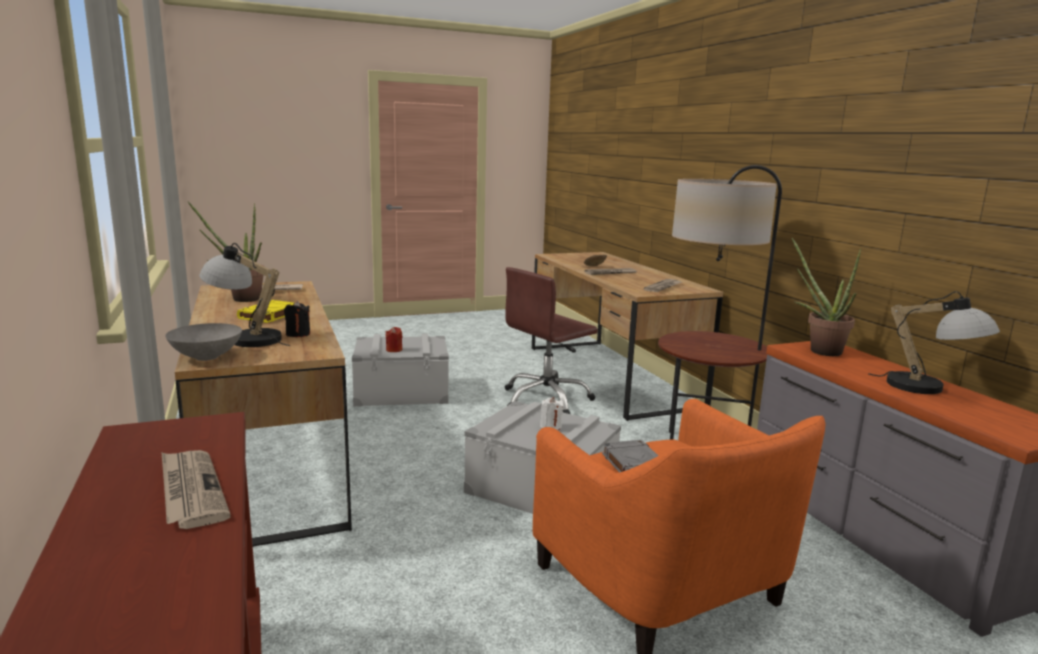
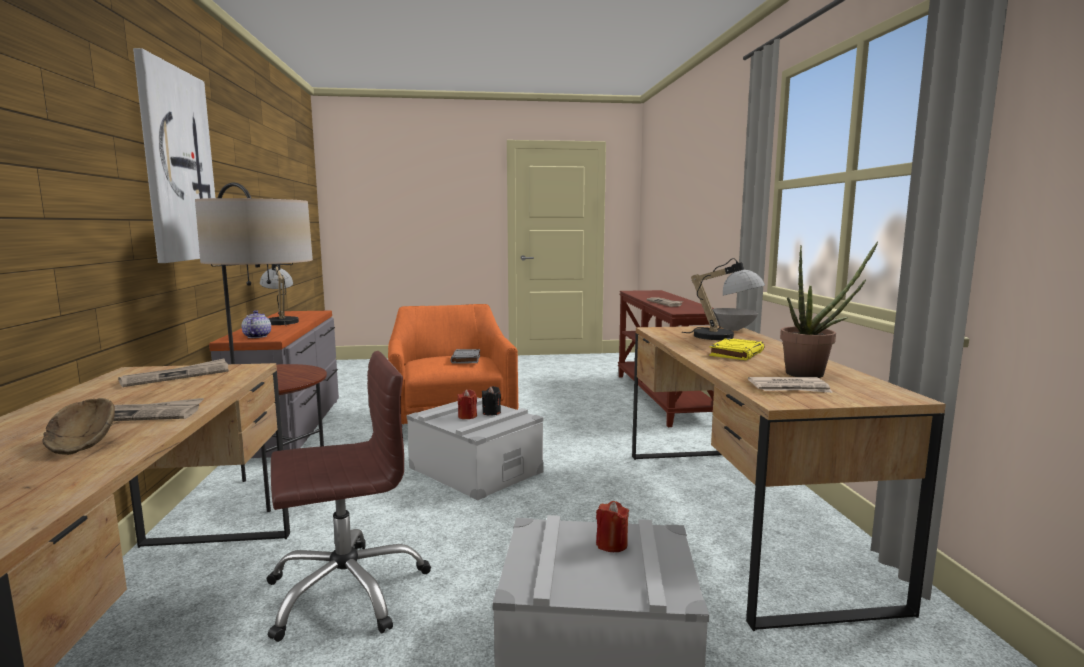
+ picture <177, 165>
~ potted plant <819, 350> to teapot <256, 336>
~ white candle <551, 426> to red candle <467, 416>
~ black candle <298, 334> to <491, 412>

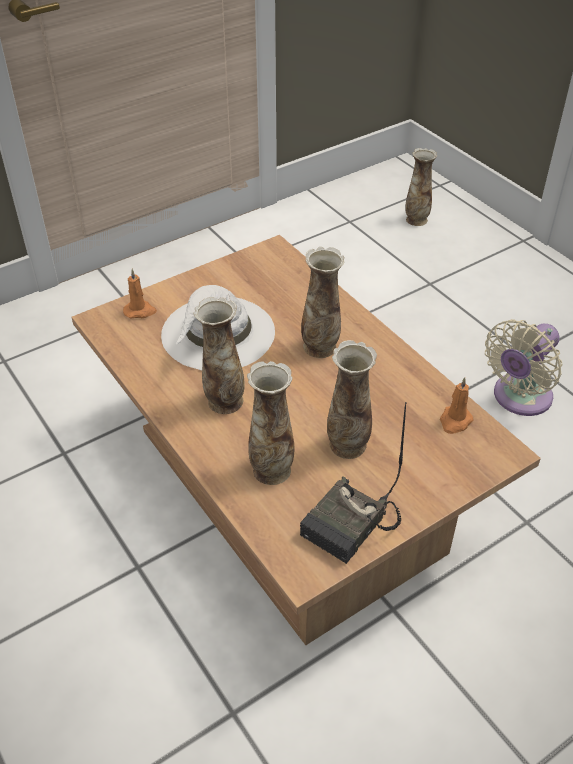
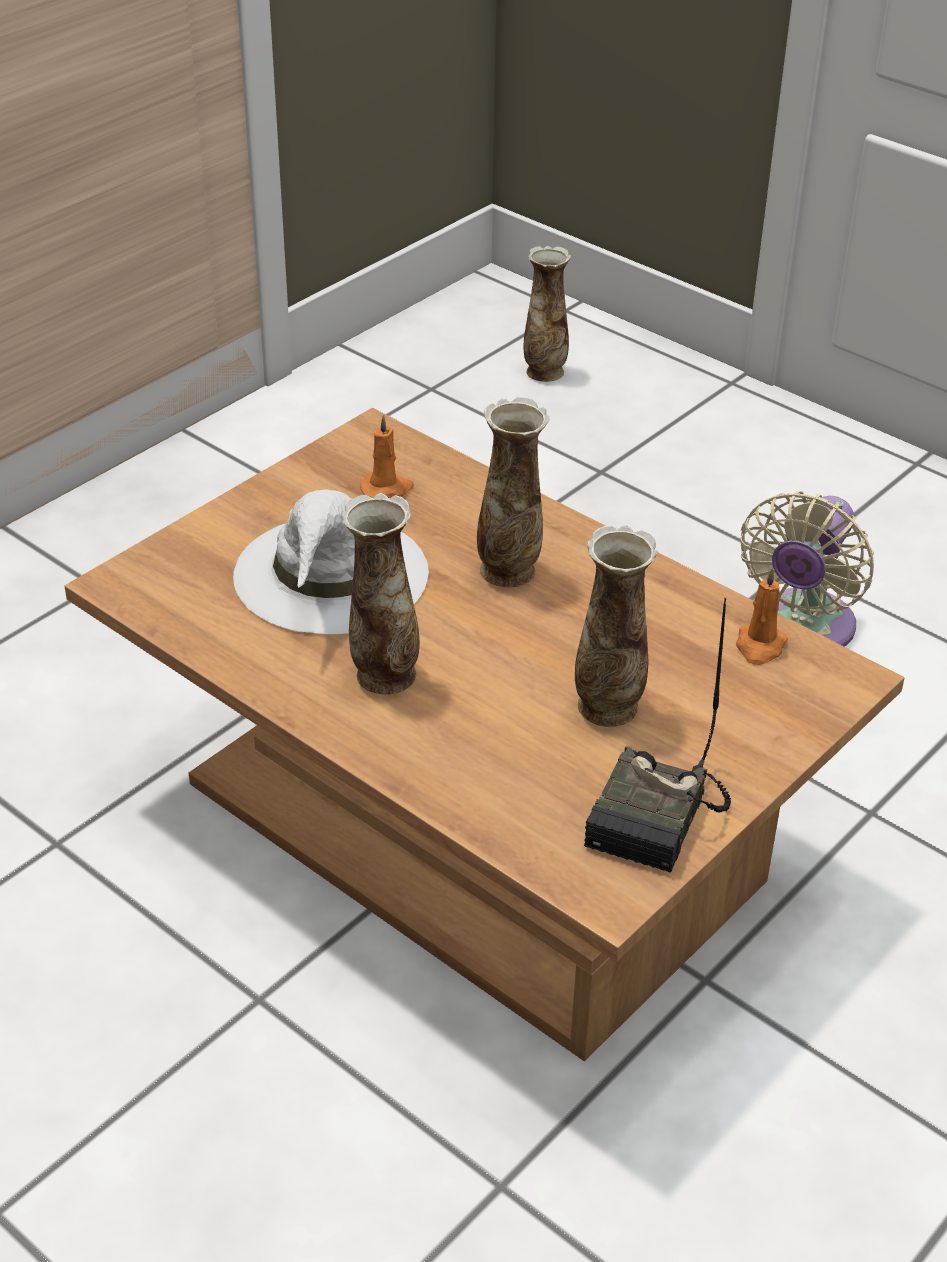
~ orange candle <140, 311> to <387, 489>
- vase <271, 469>

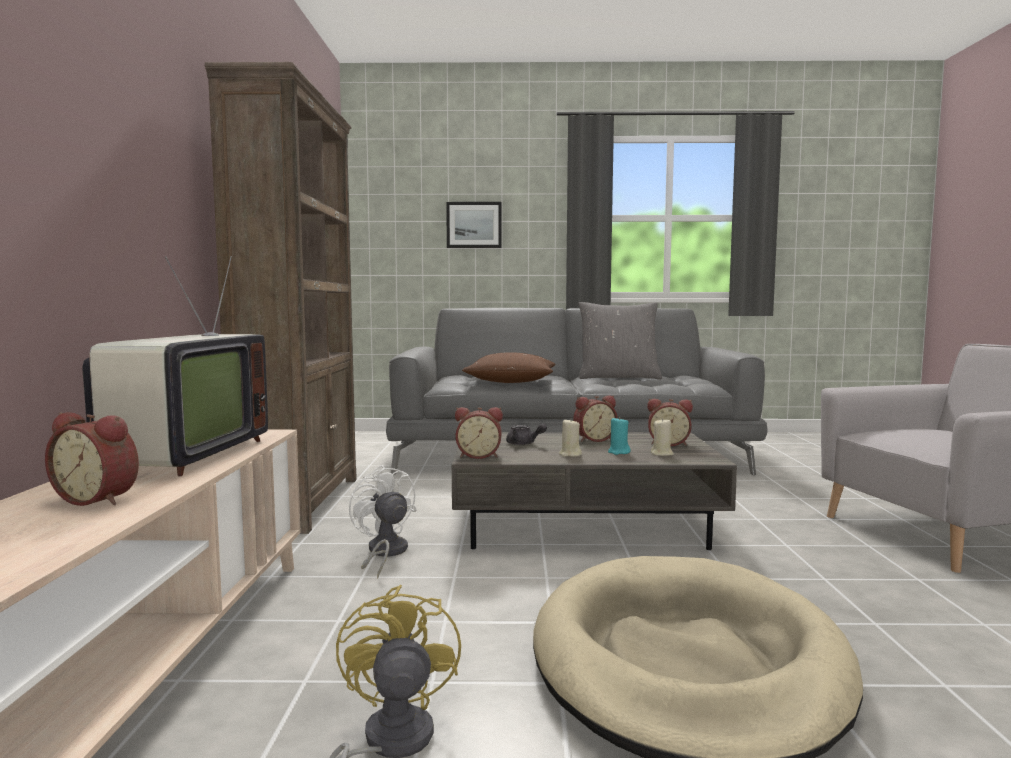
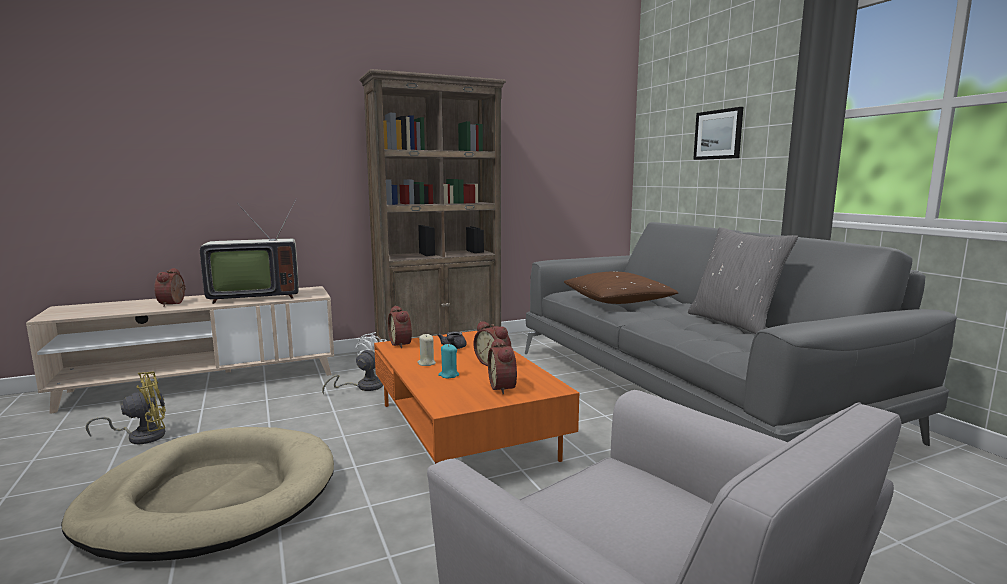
~ grey coffee table <585, 524> to orange coffee table <466, 431>
- beige candle <662, 454>

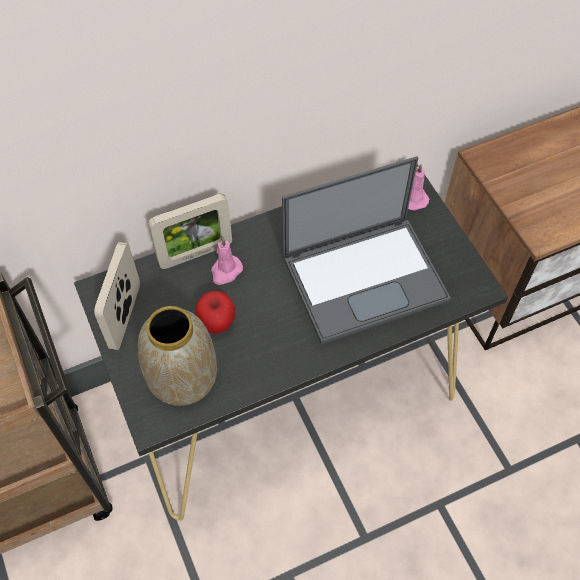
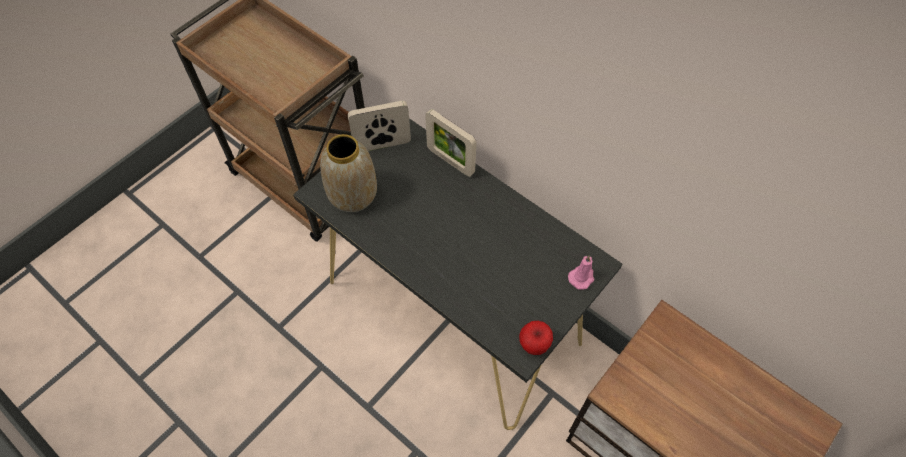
~ apple <217, 324> to <533, 345>
- pink candle <226, 271>
- laptop <366, 277>

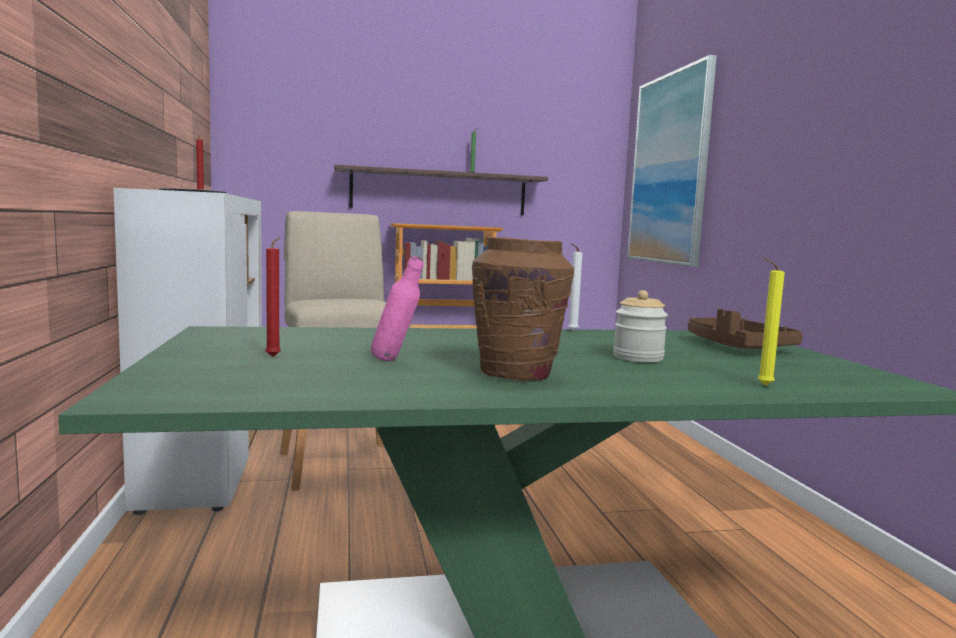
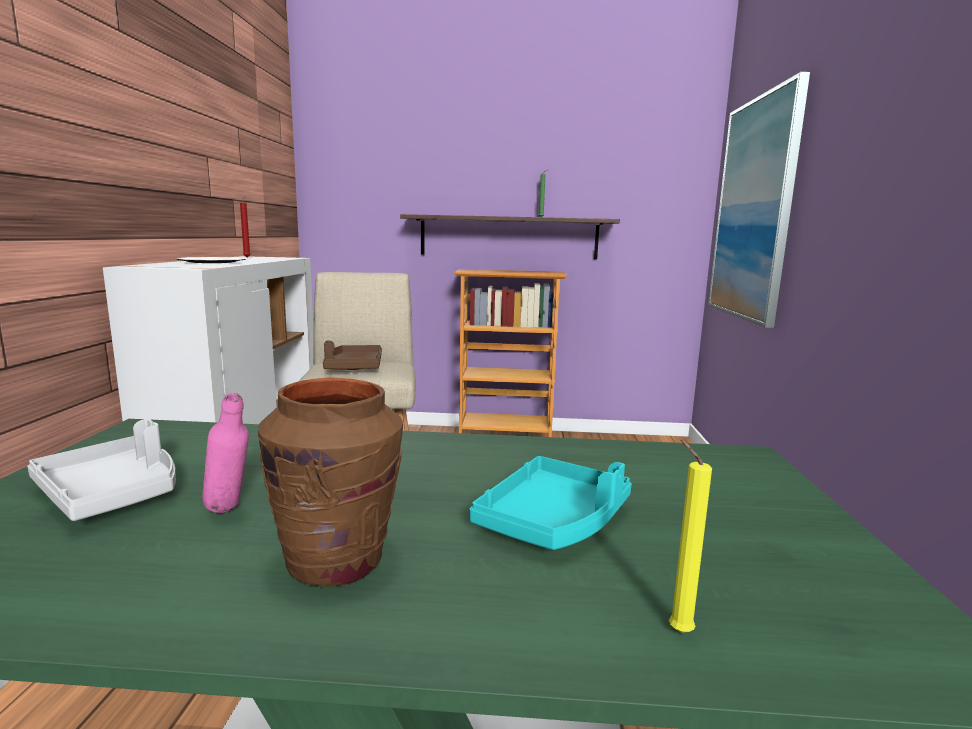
~ red candle <274, 356> to grey tray <113, 493>
~ brown tray <736, 346> to <354, 367>
~ jar <638, 358> to turquoise tray <554, 521>
- white candle <571, 331>

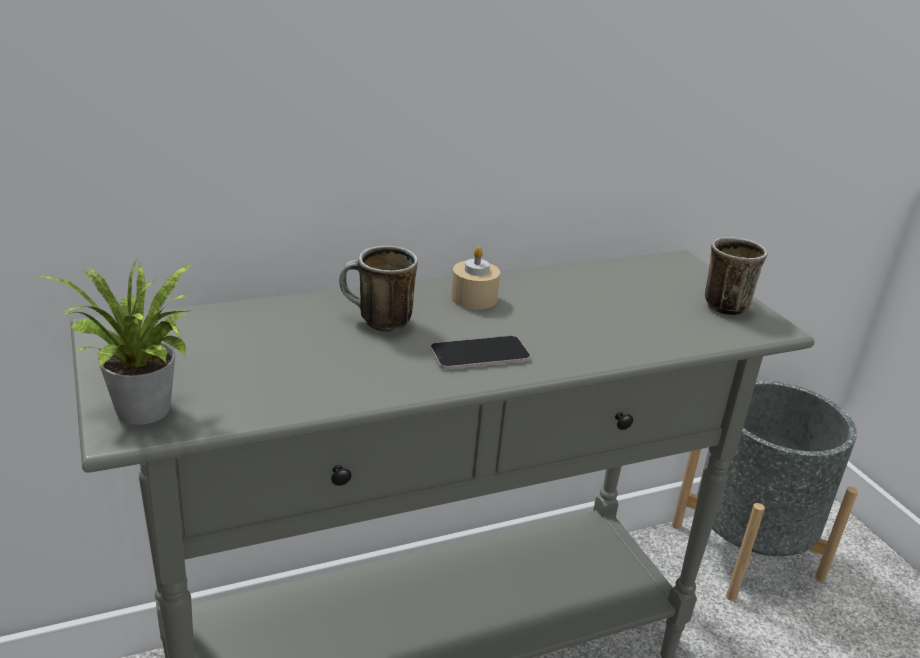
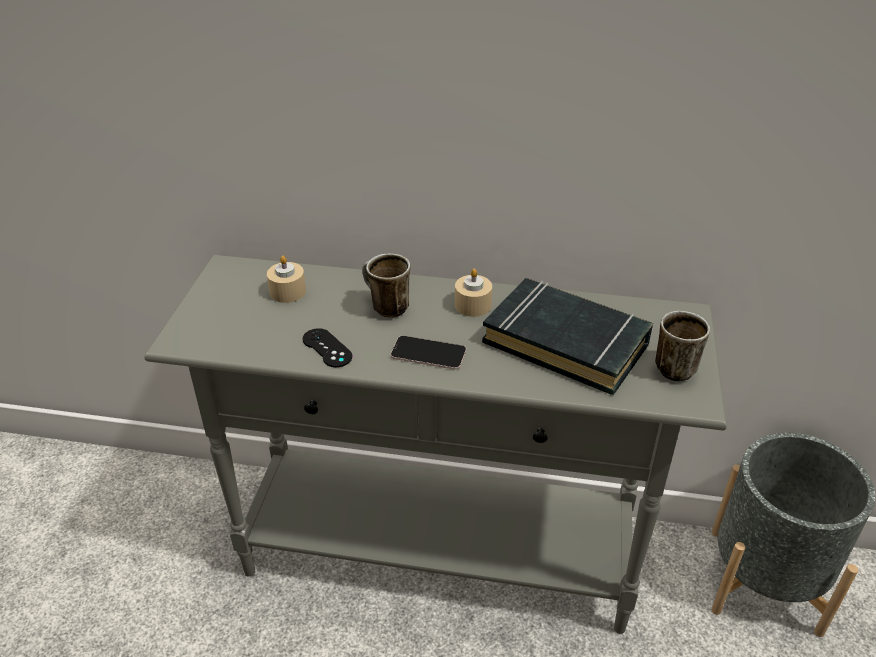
+ beige candle <287, 291>
+ black game controller <327, 348>
+ black book <566, 342>
- potted plant <142, 414>

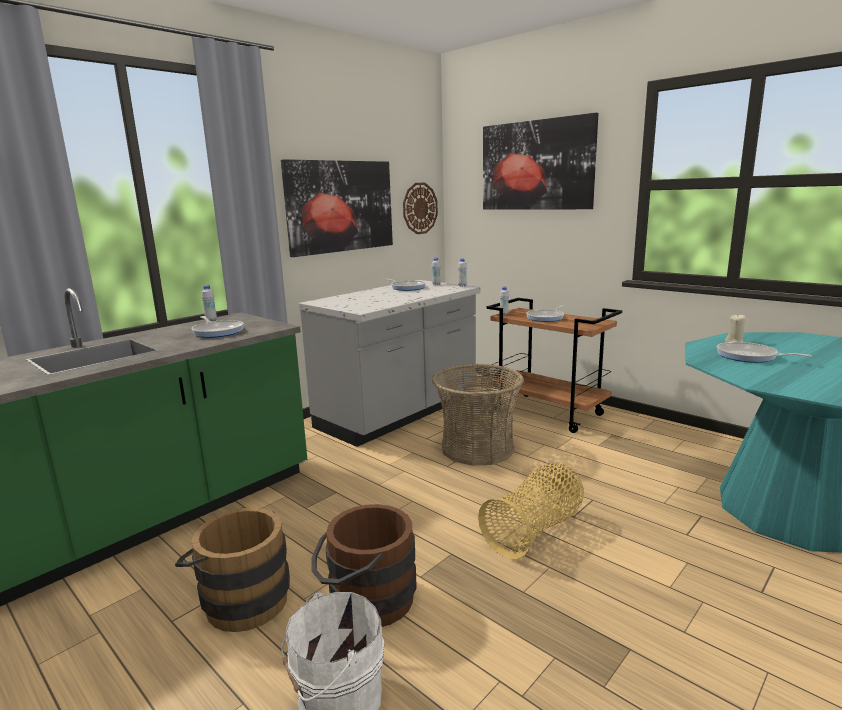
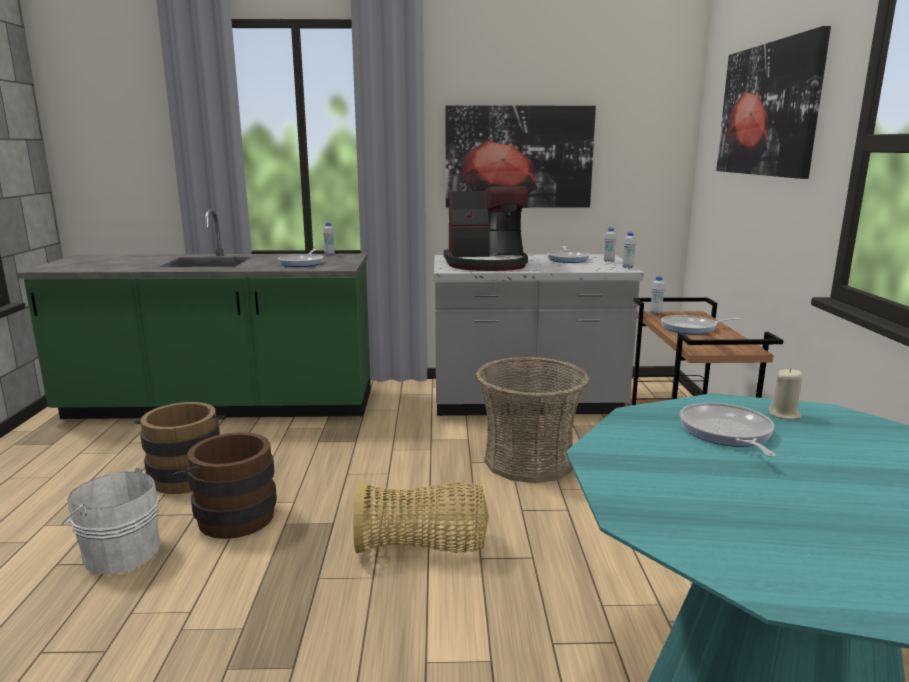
+ coffee machine <486, 264>
- wall clock <420, 208>

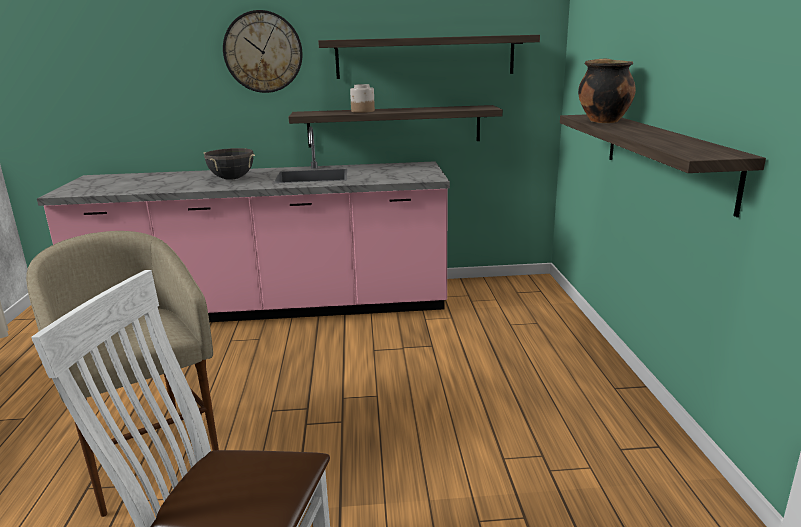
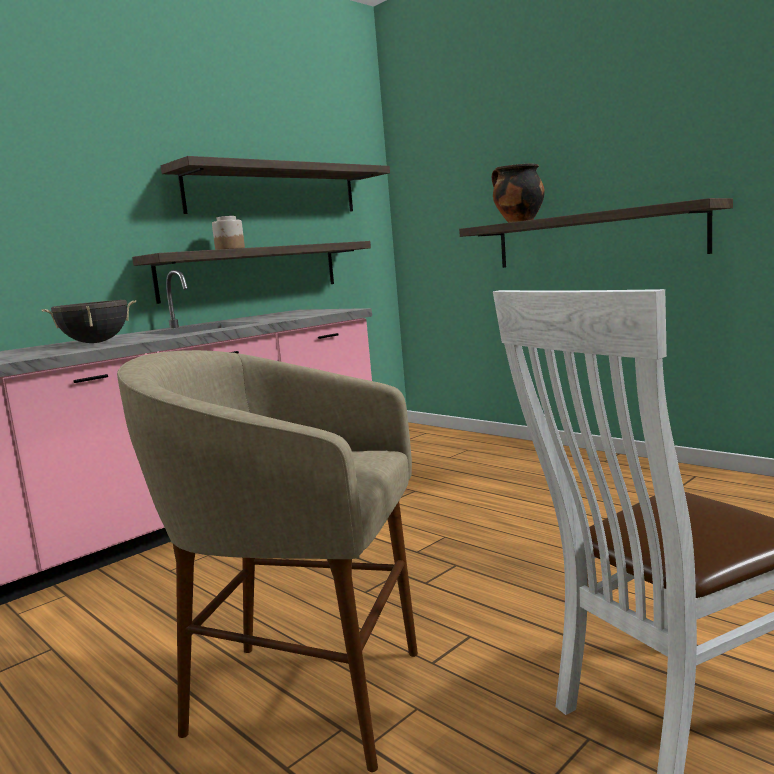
- wall clock <263, 52>

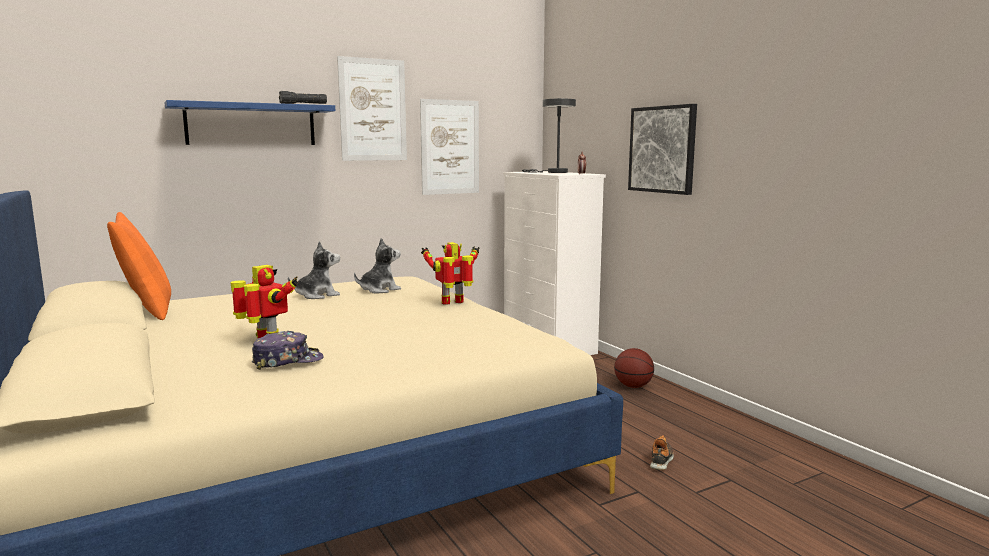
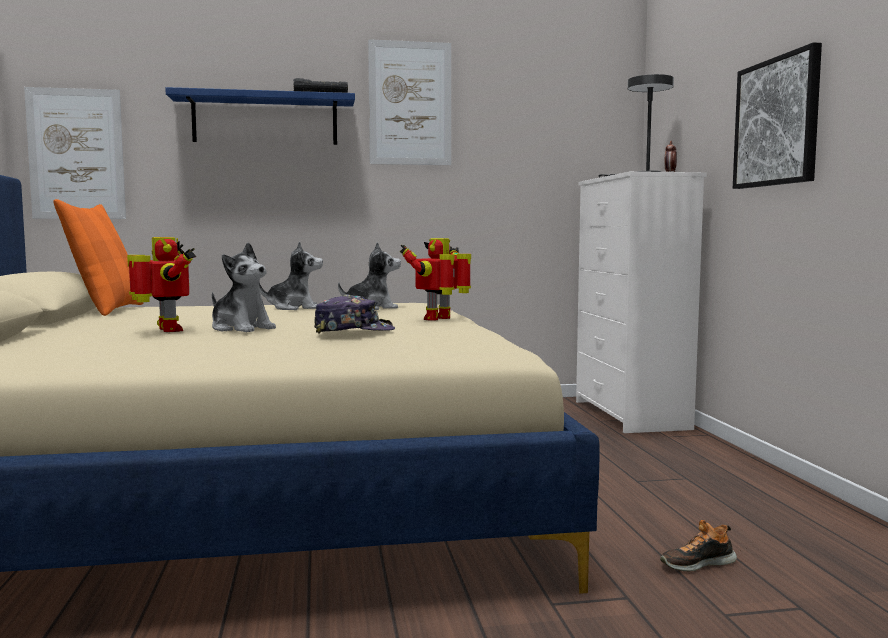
~ picture <450, 147> to <76, 154>
+ plush toy <241, 328>
~ cap <288, 361> to <354, 331>
~ toy robot <453, 303> = <440, 319> 45 degrees counterclockwise
~ shoe <661, 460> = <697, 563> 150 degrees counterclockwise
- basketball <633, 386>

